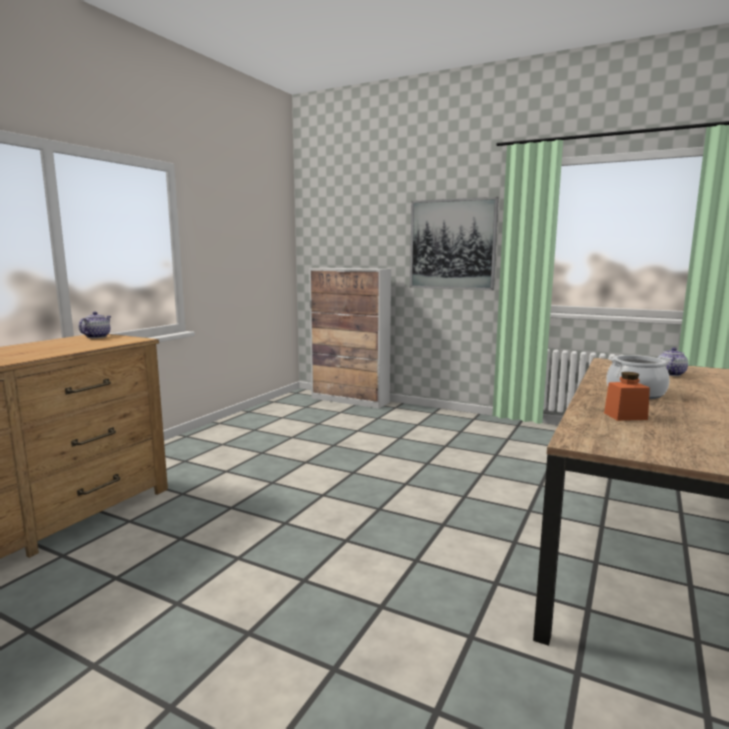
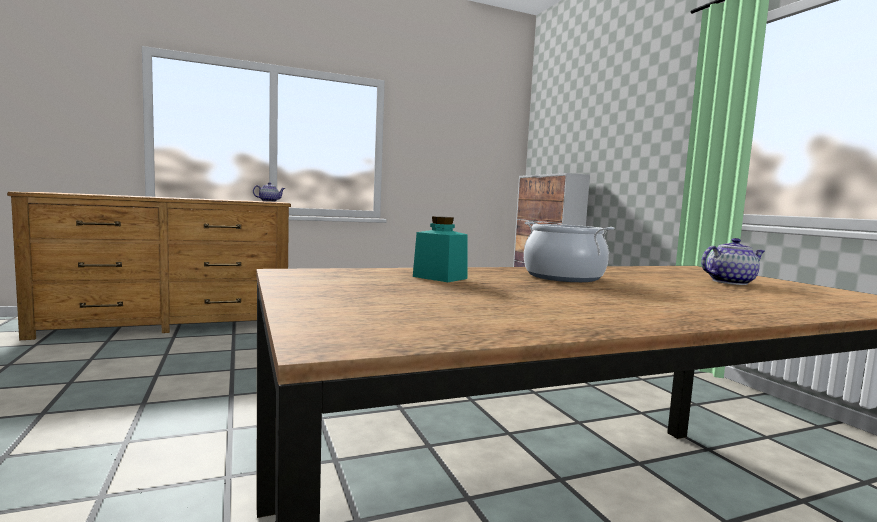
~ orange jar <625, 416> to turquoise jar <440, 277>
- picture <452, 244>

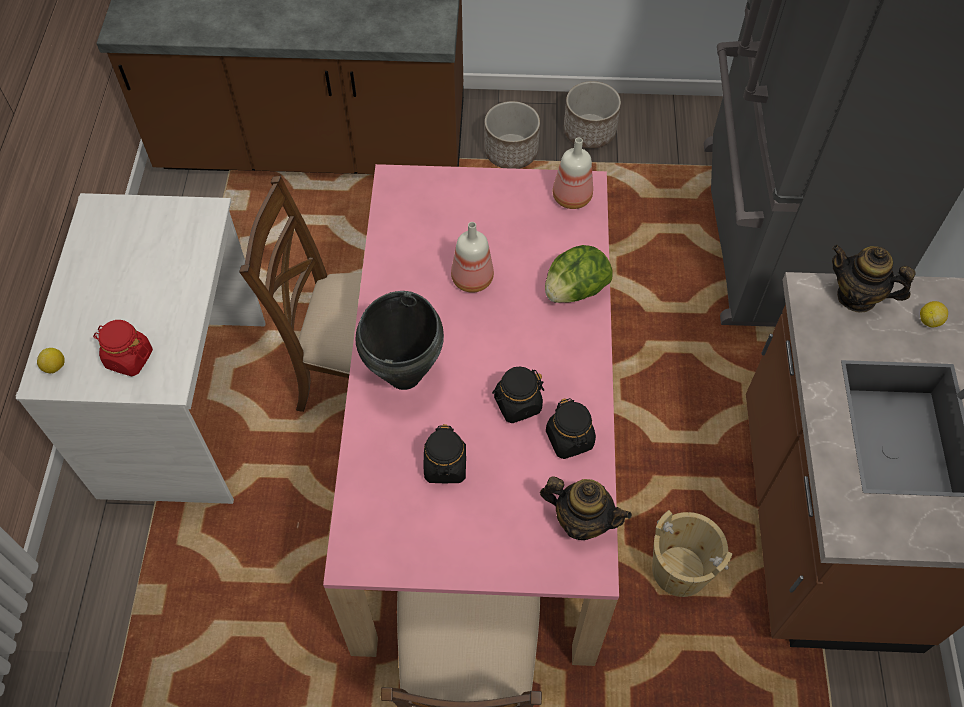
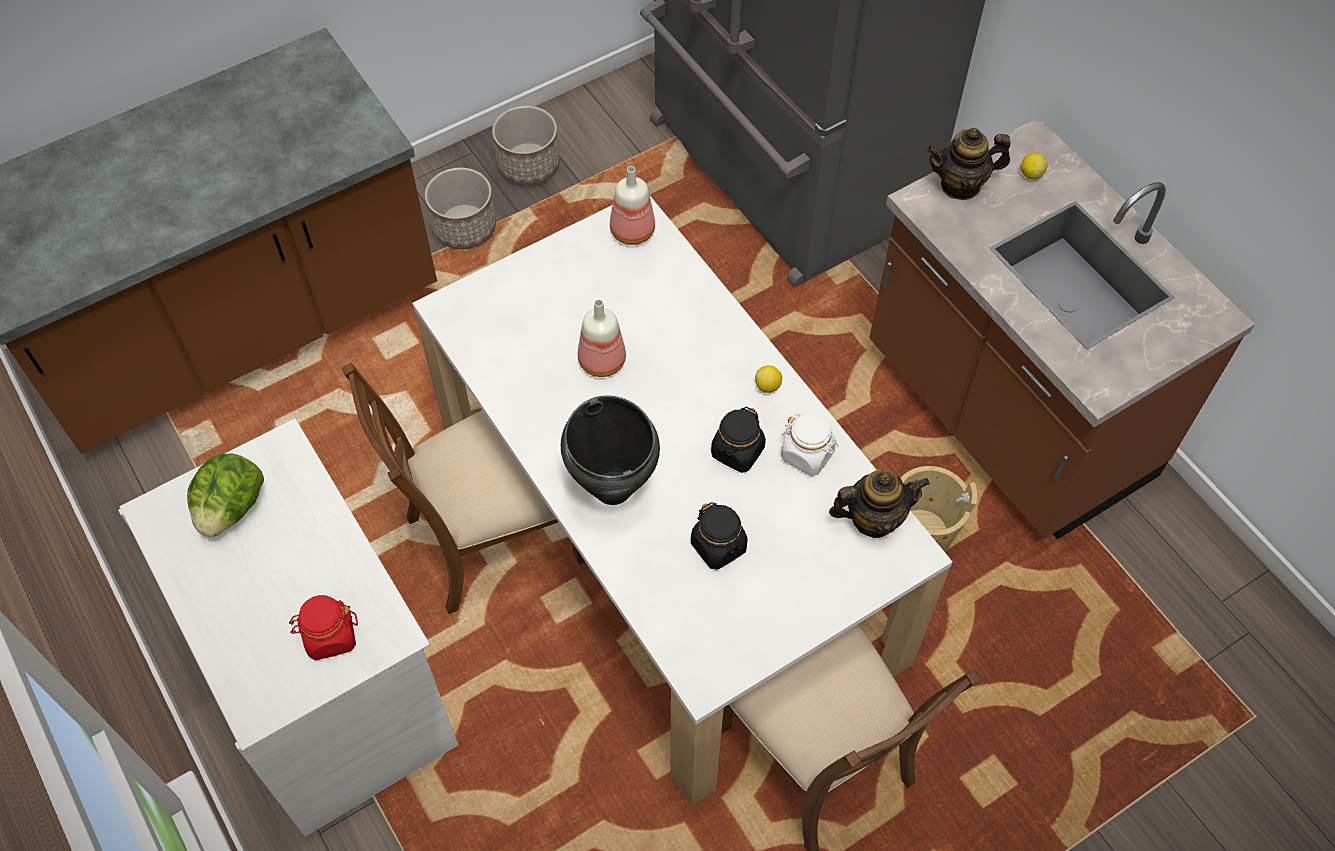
~ lettuce <575, 290> to <231, 508>
~ pink dining table <480, 454> to white dining table <666, 542>
~ lemon <55, 367> to <768, 386>
~ black jar <569, 439> to white jar <807, 454>

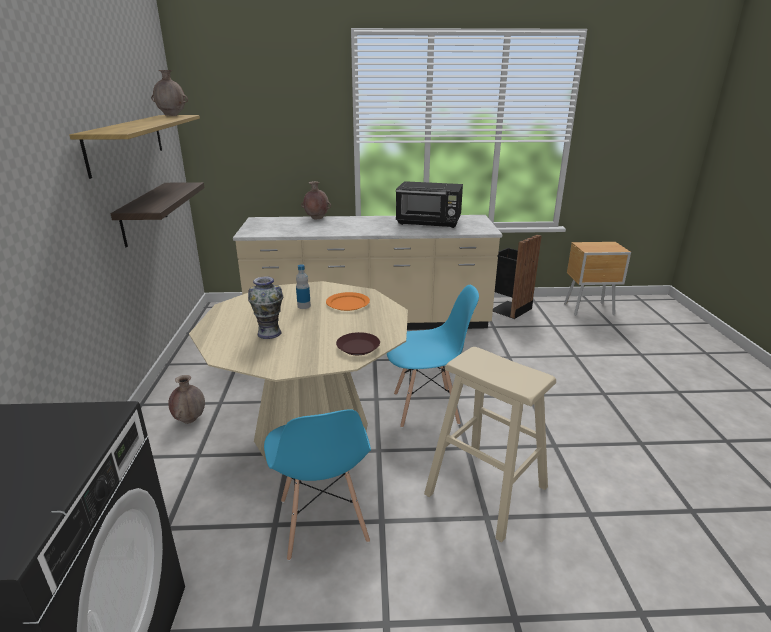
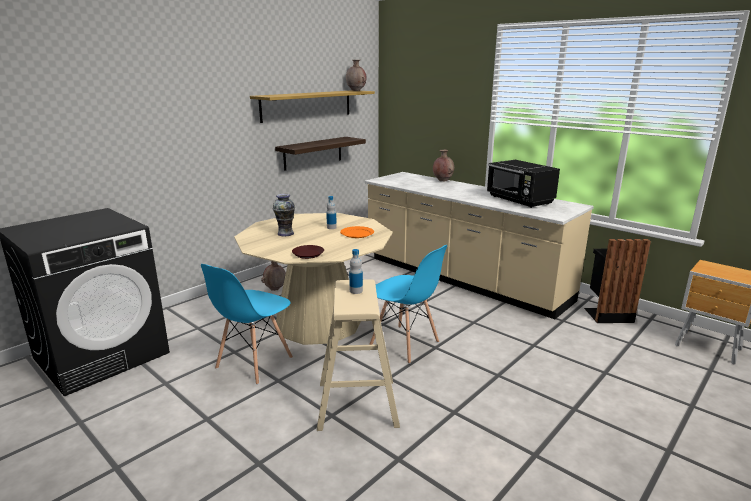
+ bottle <356, 291>

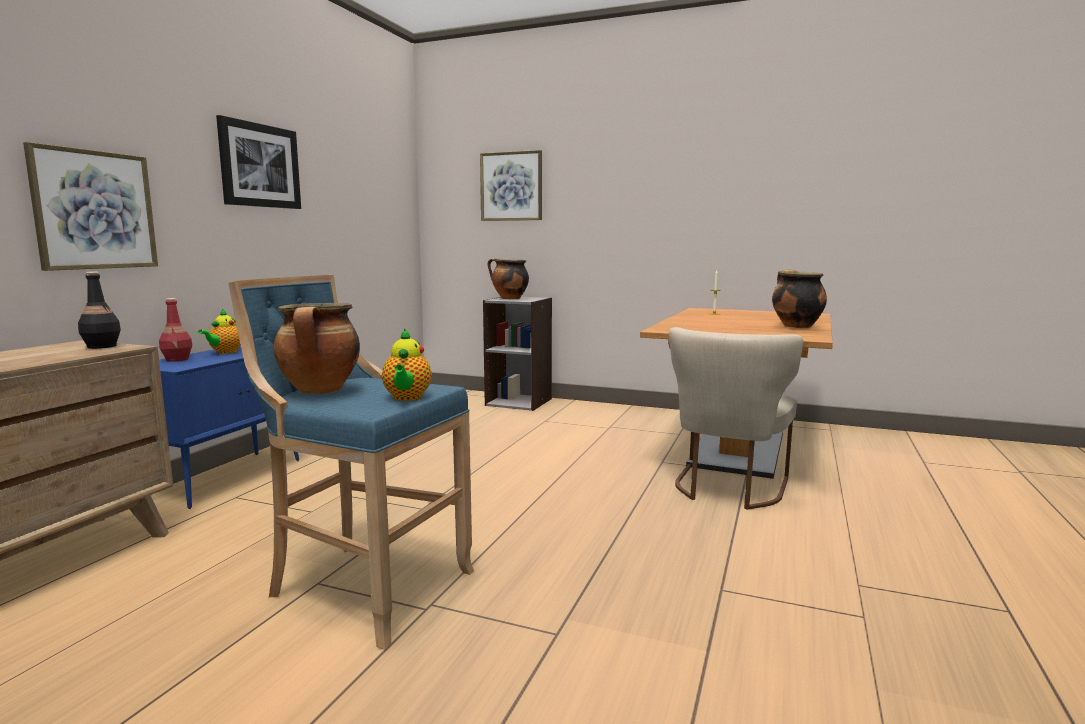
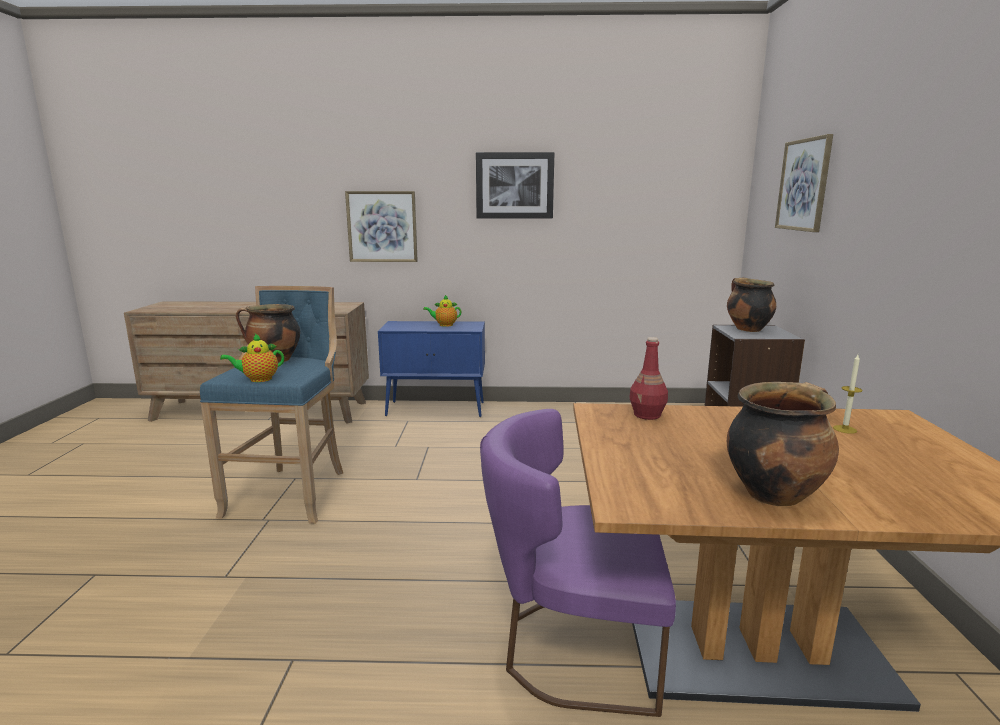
~ beige chair <727, 489> to purple chair <571, 649>
~ red bottle <177, 359> to <647, 415>
- black bottle <101, 346>

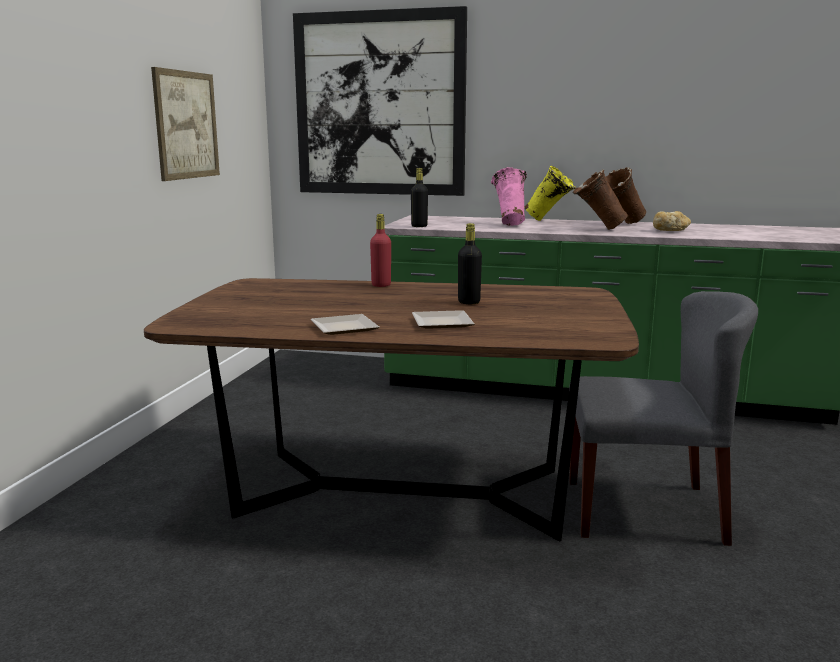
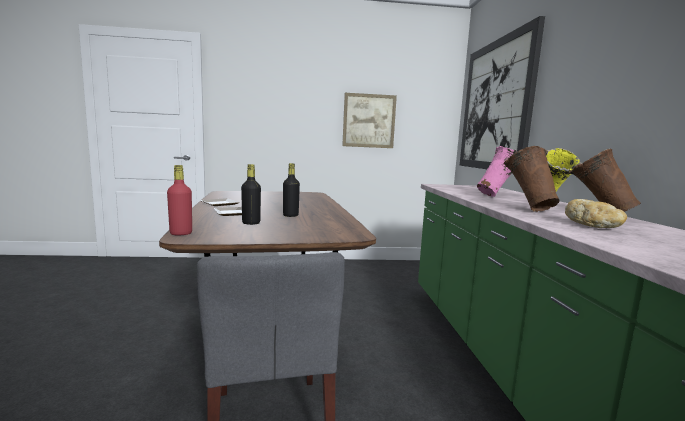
~ red bottle <381, 285> to <181, 233>
~ black bottle <419, 226> to <251, 223>

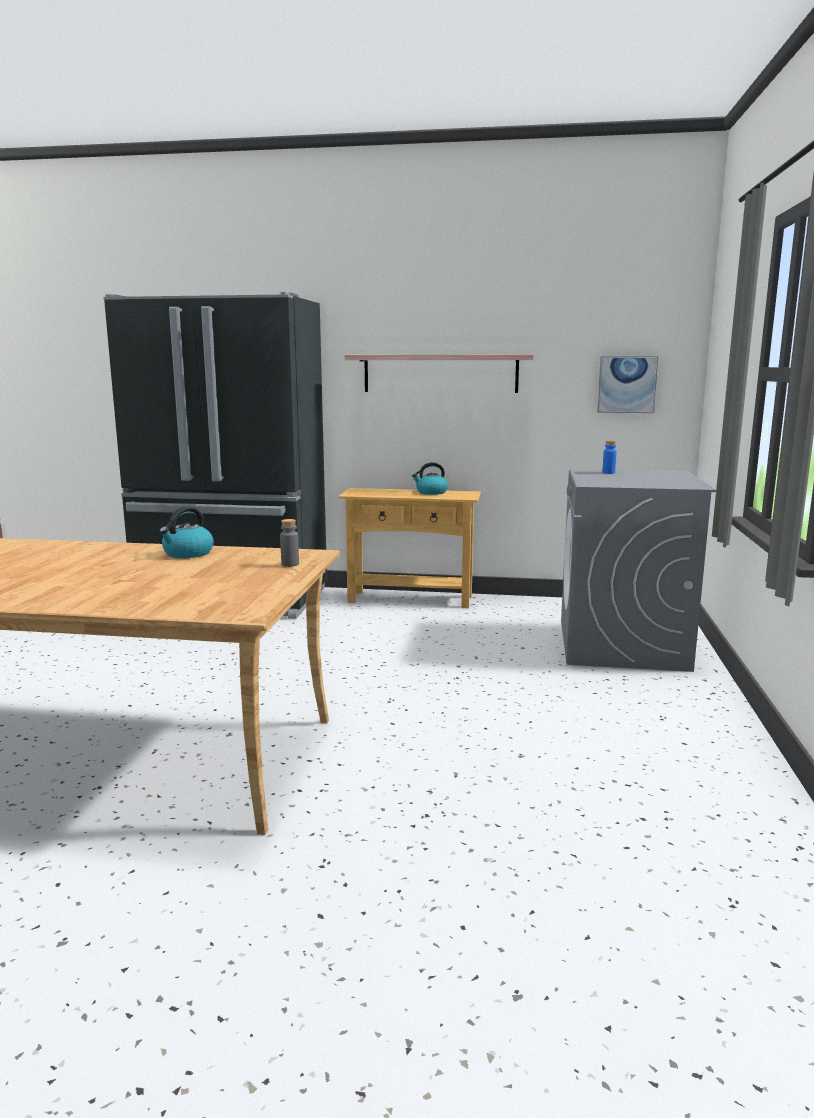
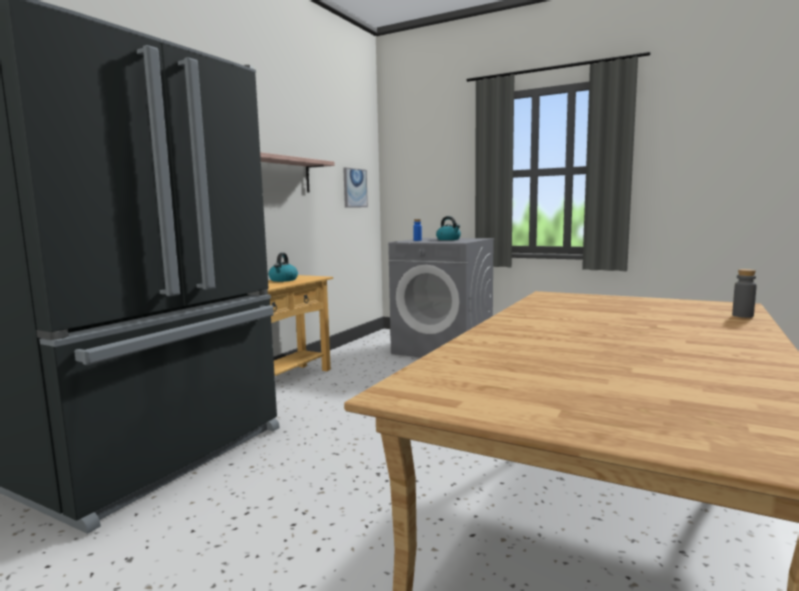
~ kettle <188, 553> to <449, 239>
~ grey bottle <290, 564> to <742, 316>

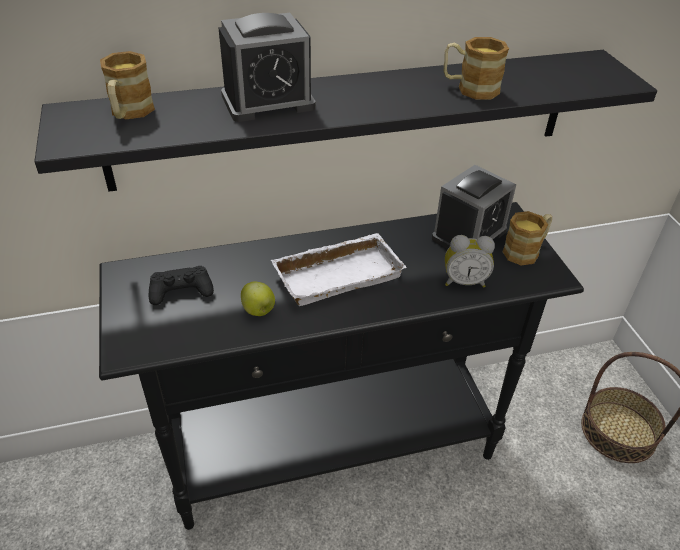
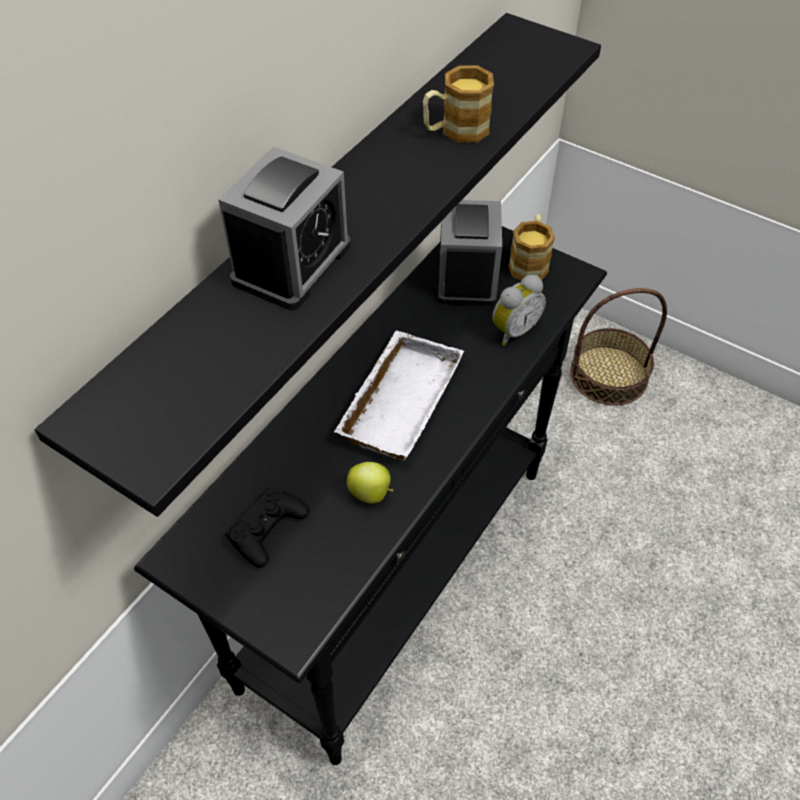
- mug <129, 113>

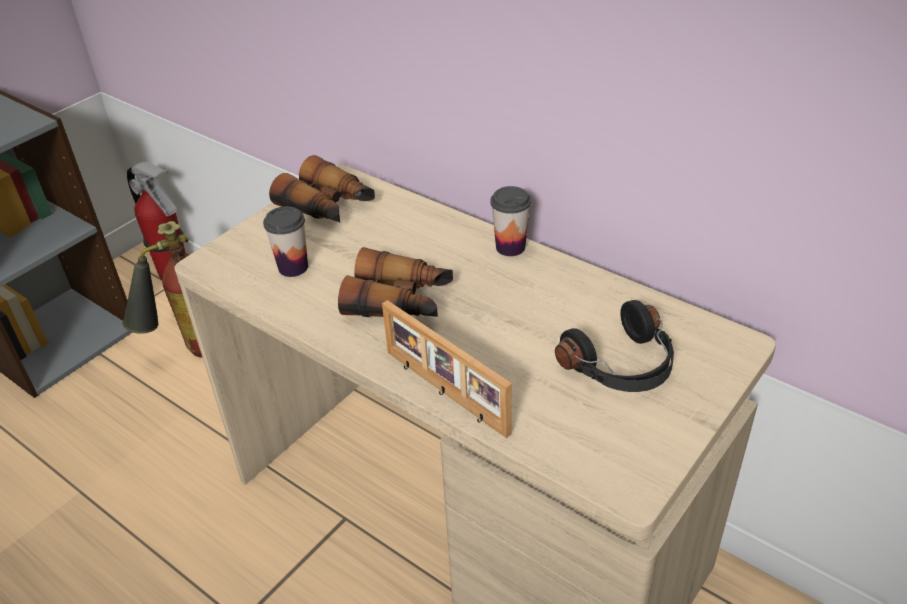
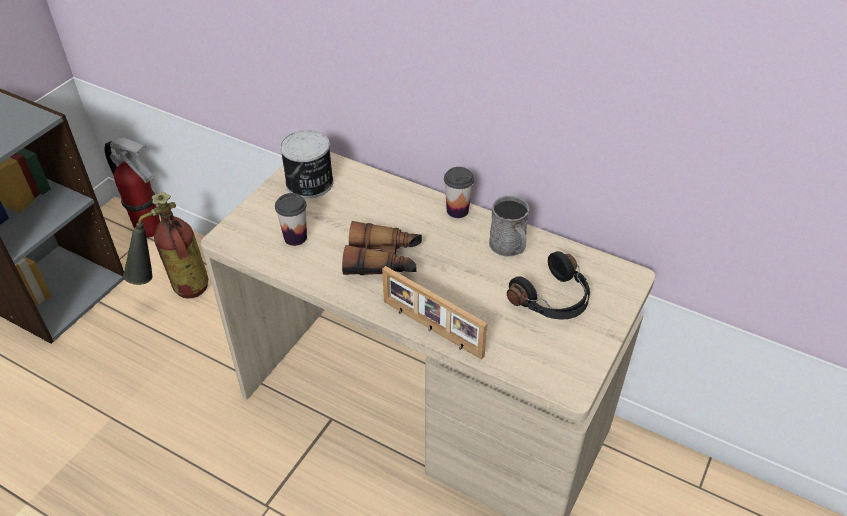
~ binoculars <328, 206> to can <310, 183>
+ grey mug <509, 247>

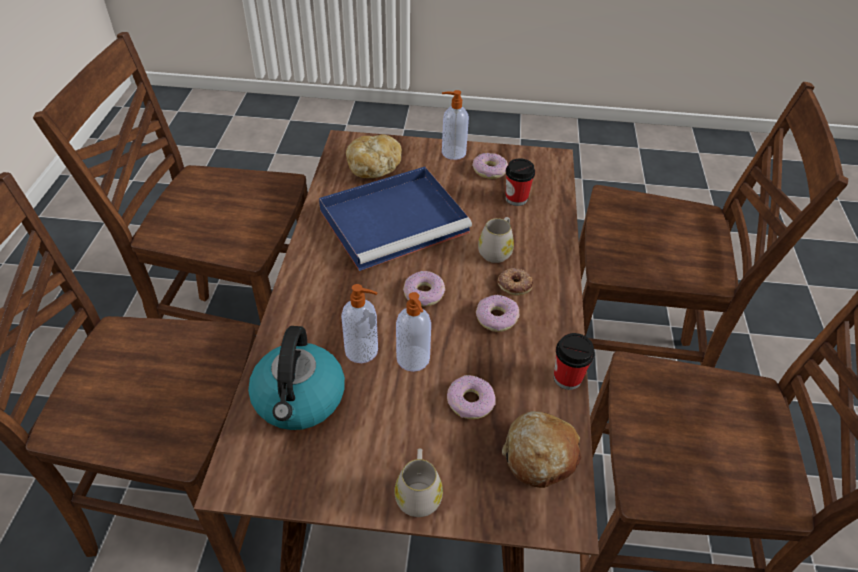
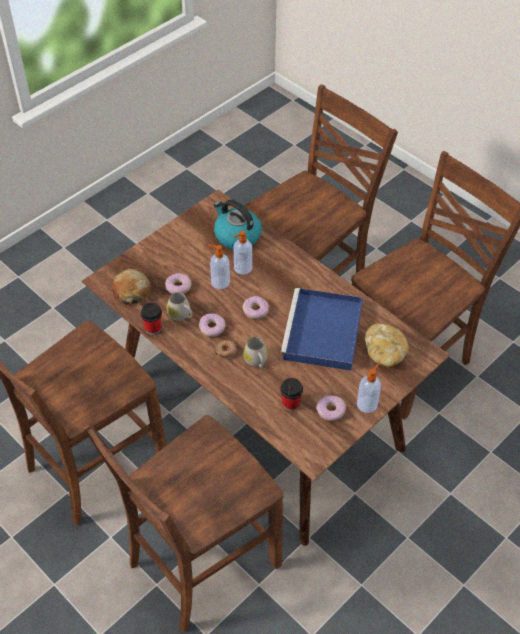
~ white mug <418, 493> to <181, 315>

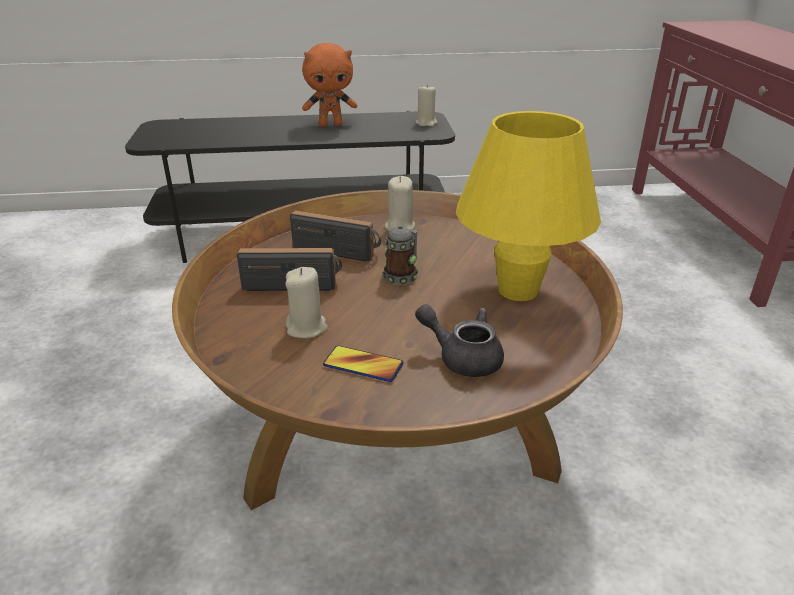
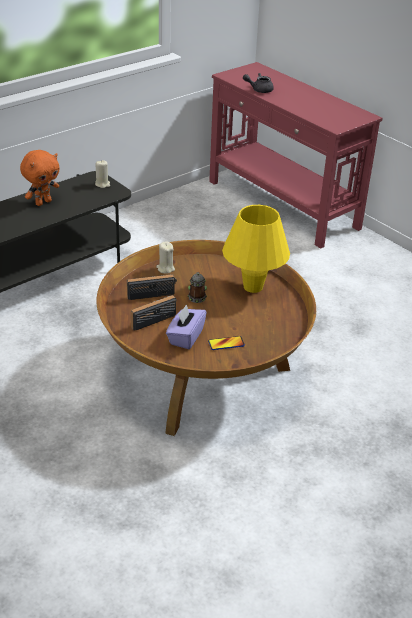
~ beige candle <307, 328> to purple tissue box <185, 337>
~ grey teapot <462, 357> to <259, 90>

